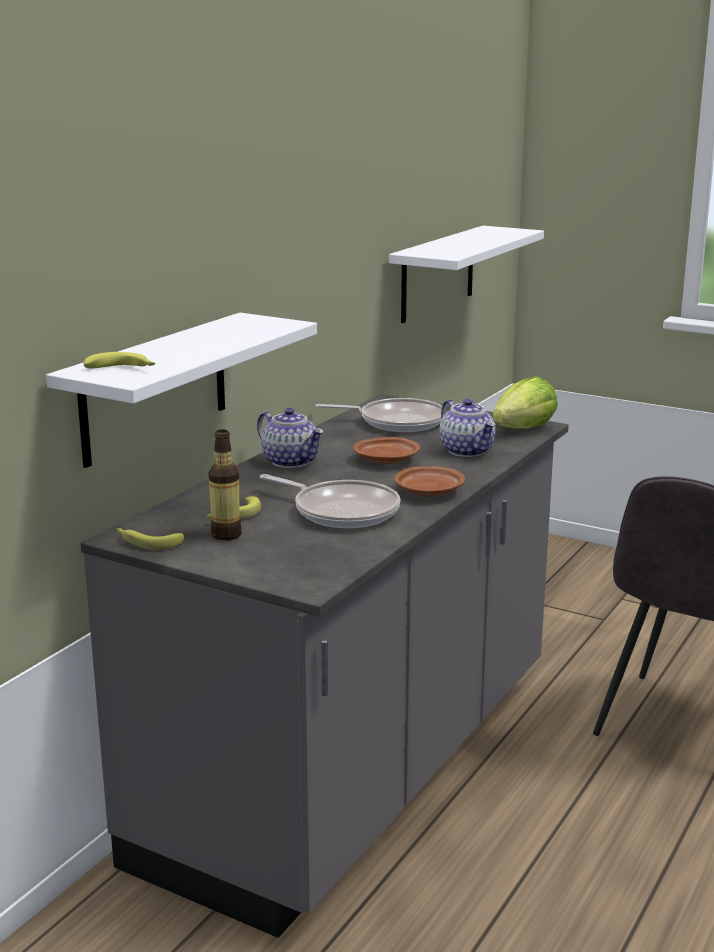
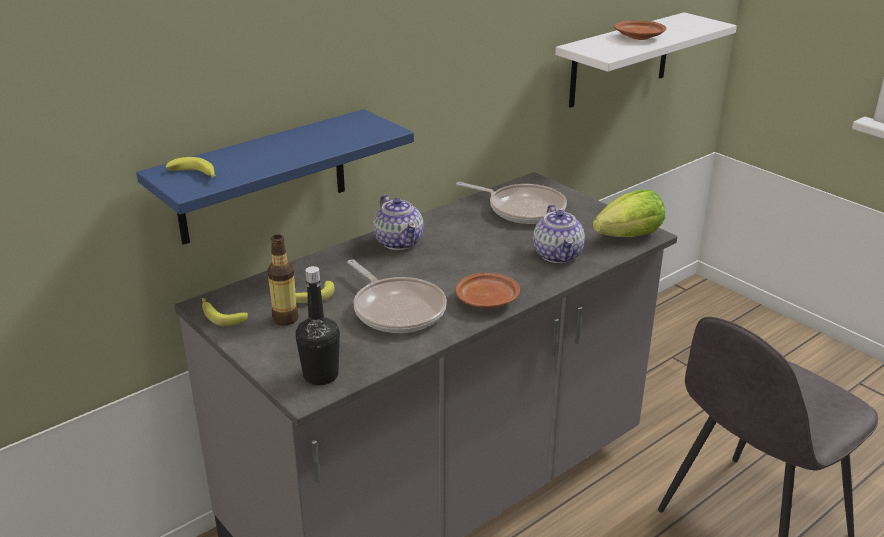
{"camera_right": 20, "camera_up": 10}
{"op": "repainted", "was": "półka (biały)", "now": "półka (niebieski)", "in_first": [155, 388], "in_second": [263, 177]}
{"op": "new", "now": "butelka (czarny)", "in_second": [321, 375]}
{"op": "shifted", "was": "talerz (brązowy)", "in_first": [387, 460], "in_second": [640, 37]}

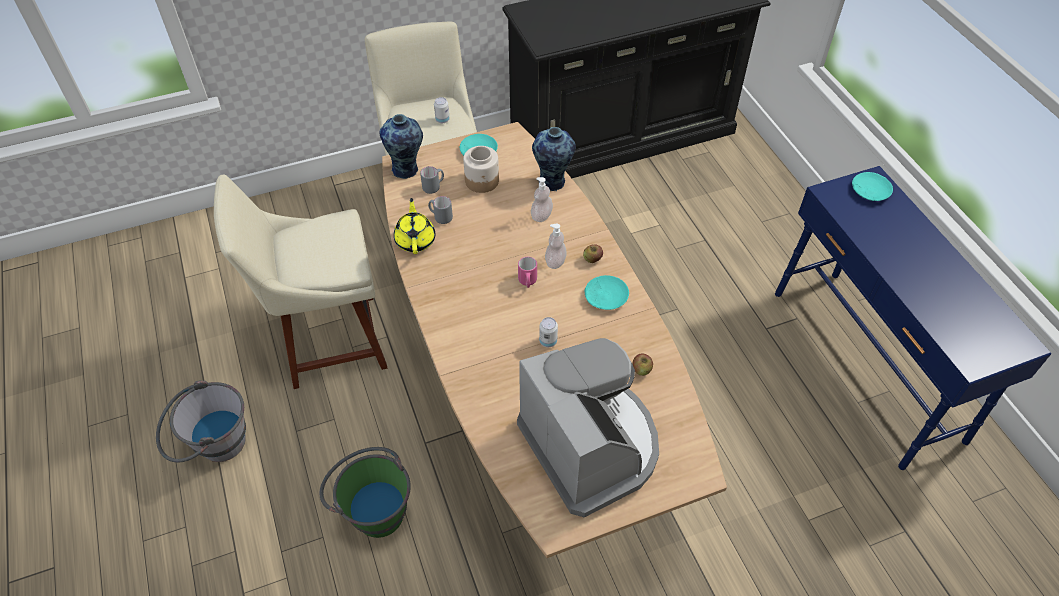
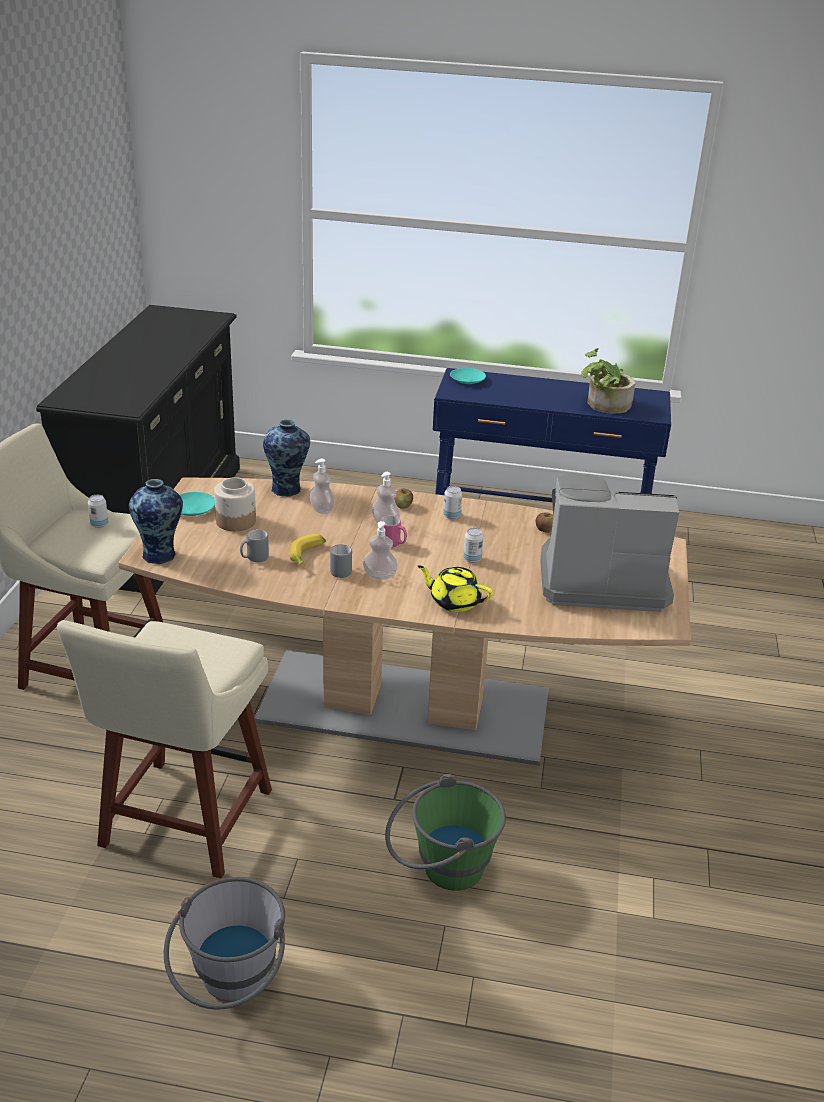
{"camera_right": -60, "camera_up": -20}
{"op": "new", "now": "banan", "in_second": [308, 556]}
{"op": "shifted", "was": "kubek (szary)", "in_first": [434, 187], "in_second": [340, 570]}
{"op": "new", "now": "dozownik mydła", "in_second": [380, 575]}
{"op": "shifted", "was": "imbryk (żółty)", "in_first": [415, 240], "in_second": [454, 602]}
{"op": "swapped", "was": "talerz (turkusowy)", "now": "puszka", "in_first": [605, 296], "in_second": [451, 516]}
{"op": "new", "now": "roślina doniczkowa", "in_second": [603, 405]}

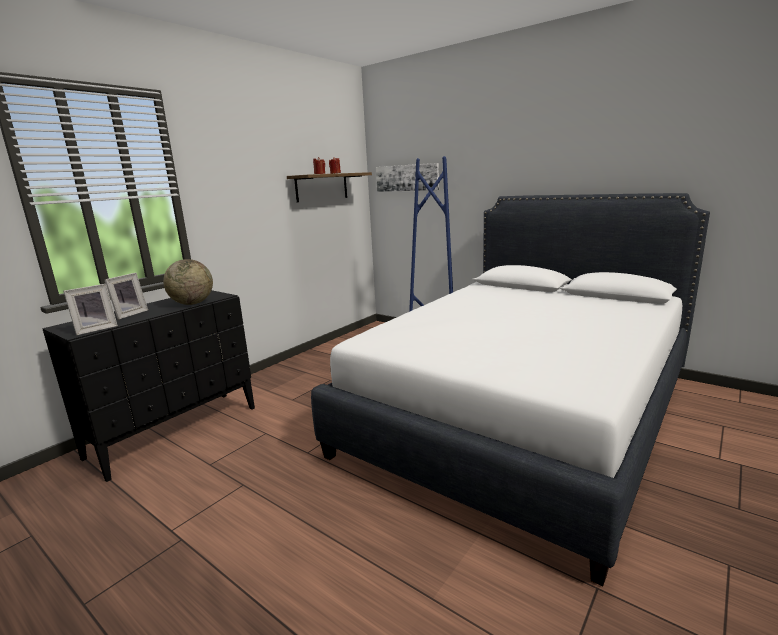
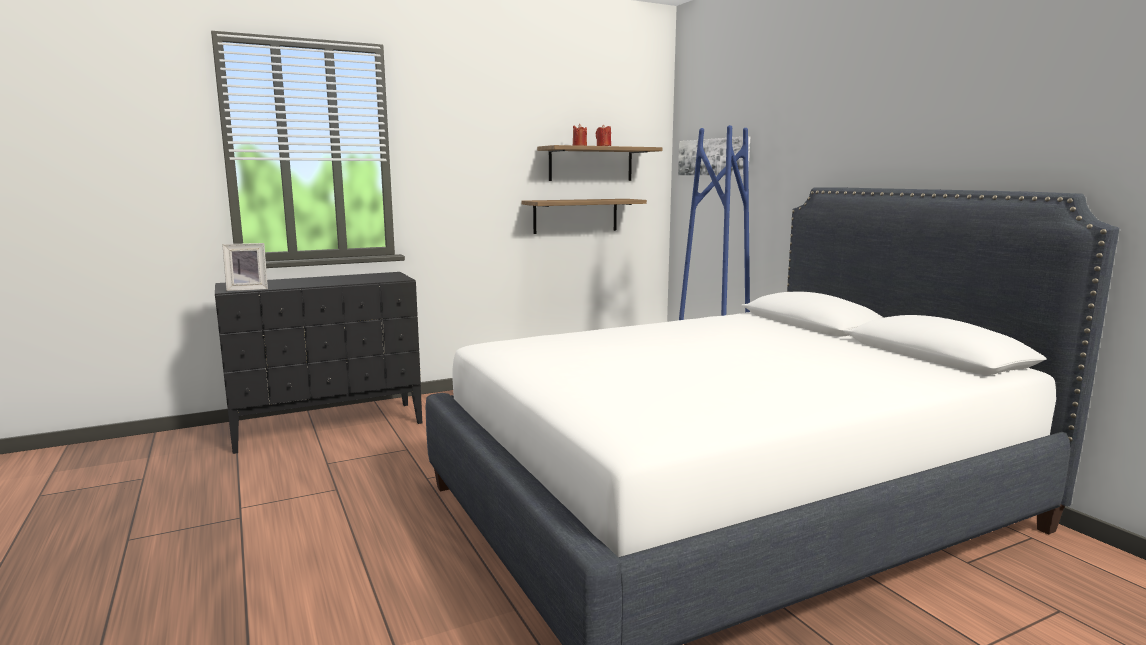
{"camera_right": 25, "camera_up": -5}
{"op": "new", "now": "półka", "in_second": [575, 215]}
{"op": "gone", "was": "ramka na zdjęcie", "in_first": [129, 314]}
{"op": "gone", "was": "globus", "in_first": [192, 303]}

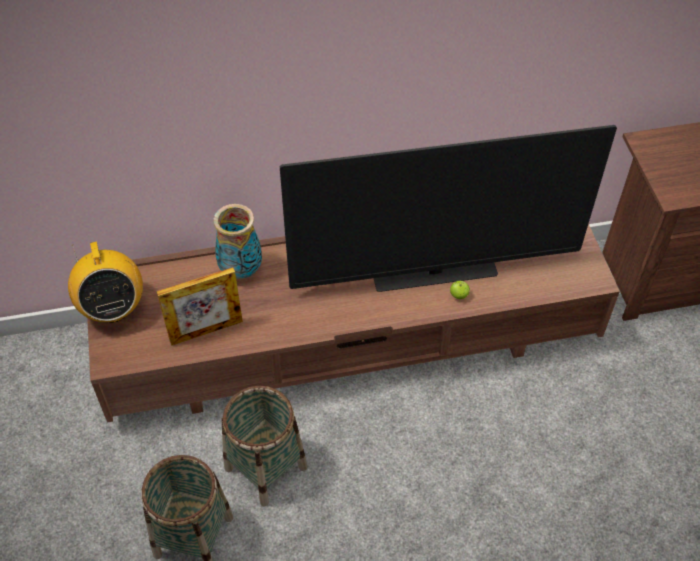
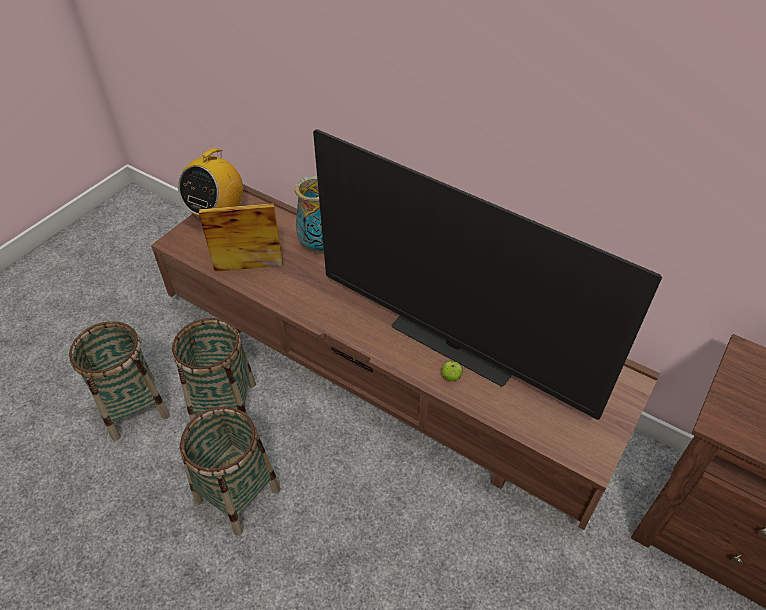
{"camera_right": 45, "camera_up": -5}
{"op": "new", "now": "koszyk", "in_second": [237, 495]}
{"op": "rotated", "was": "ramka na zdjęcie", "in_first": [206, 331], "in_second": [248, 266], "clockwise": 150}

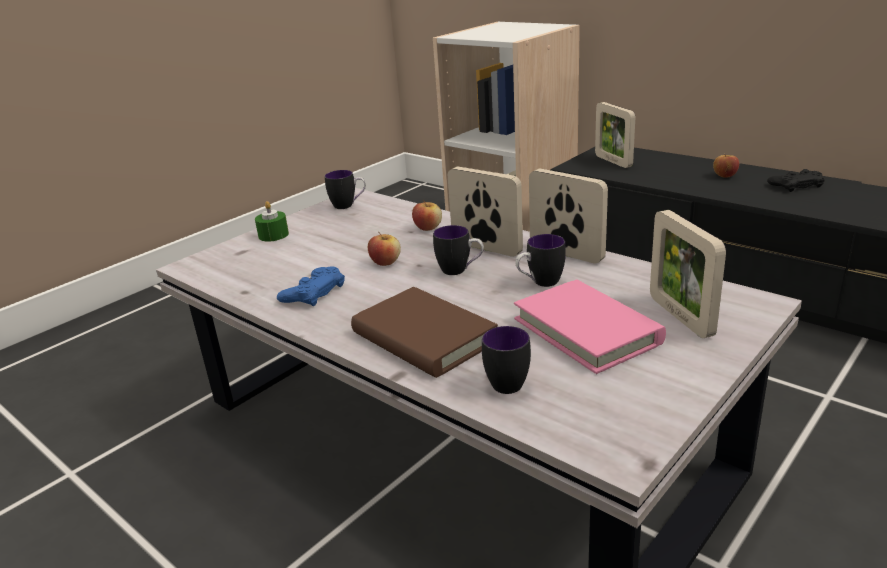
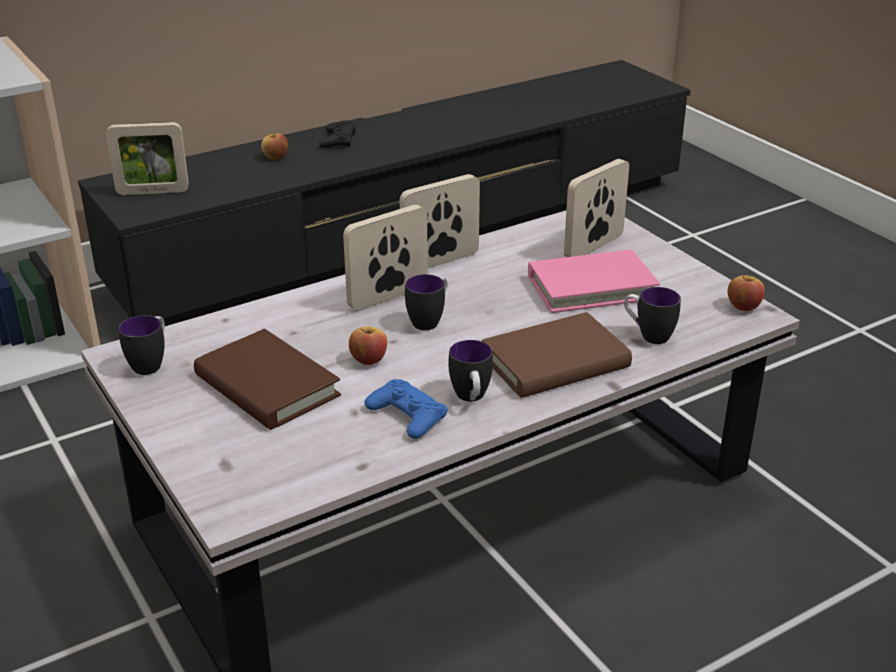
{"camera_right": -75, "camera_up": 5}
{"op": "new", "now": "książka (brązowy)", "in_second": [267, 386]}
{"op": "shifted", "was": "kubek", "in_first": [539, 283], "in_second": [471, 399]}
{"op": "rotated", "was": "ramka na zdjęcie", "in_first": [680, 316], "in_second": [593, 247], "clockwise": 135}
{"op": "shifted", "was": "jabłko", "in_first": [428, 228], "in_second": [743, 307]}
{"op": "gone", "was": "świeca (zielony)", "in_first": [273, 235]}

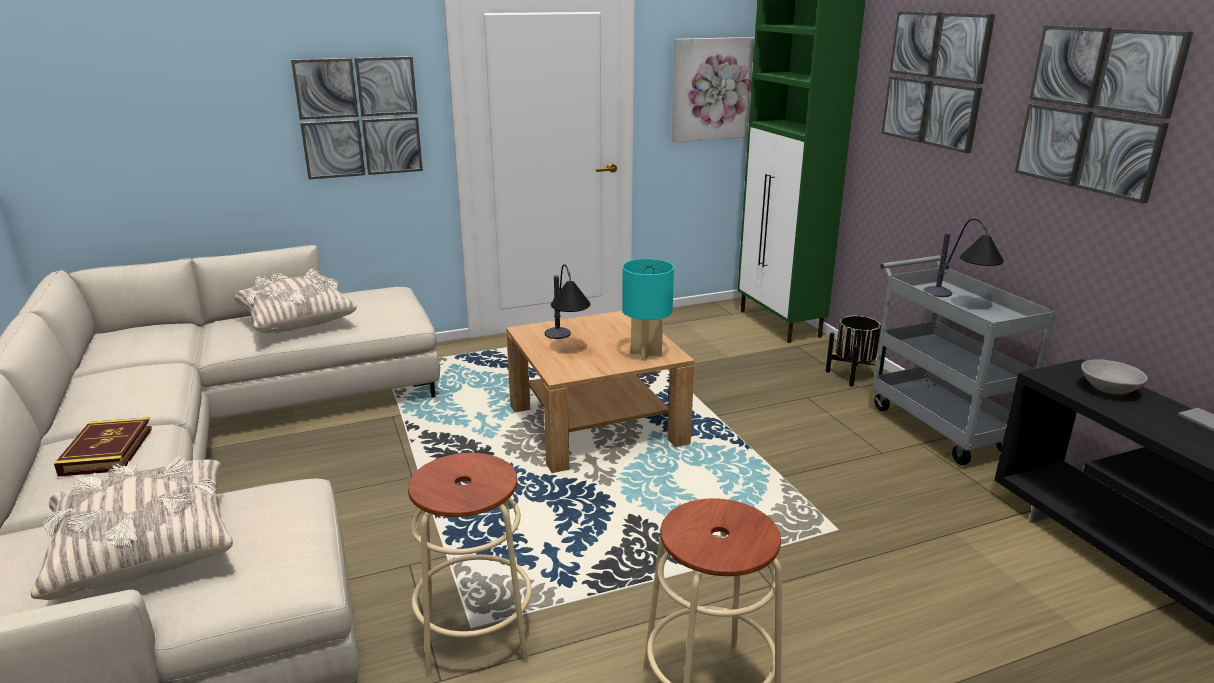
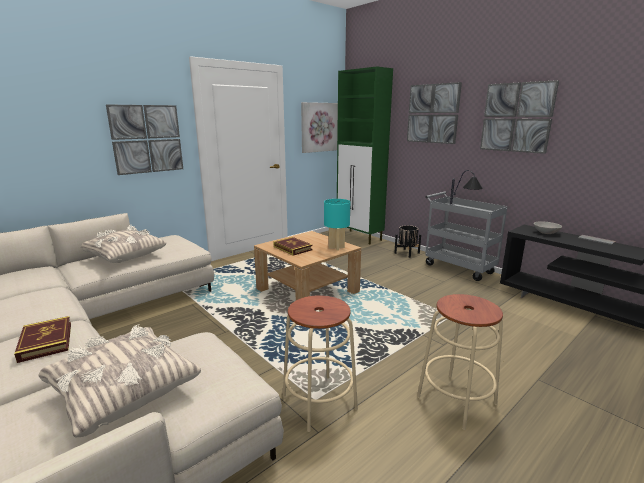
{"camera_right": -20, "camera_up": -5}
{"op": "swapped", "was": "lampa stołowa", "now": "książka", "in_first": [566, 344], "in_second": [292, 248]}

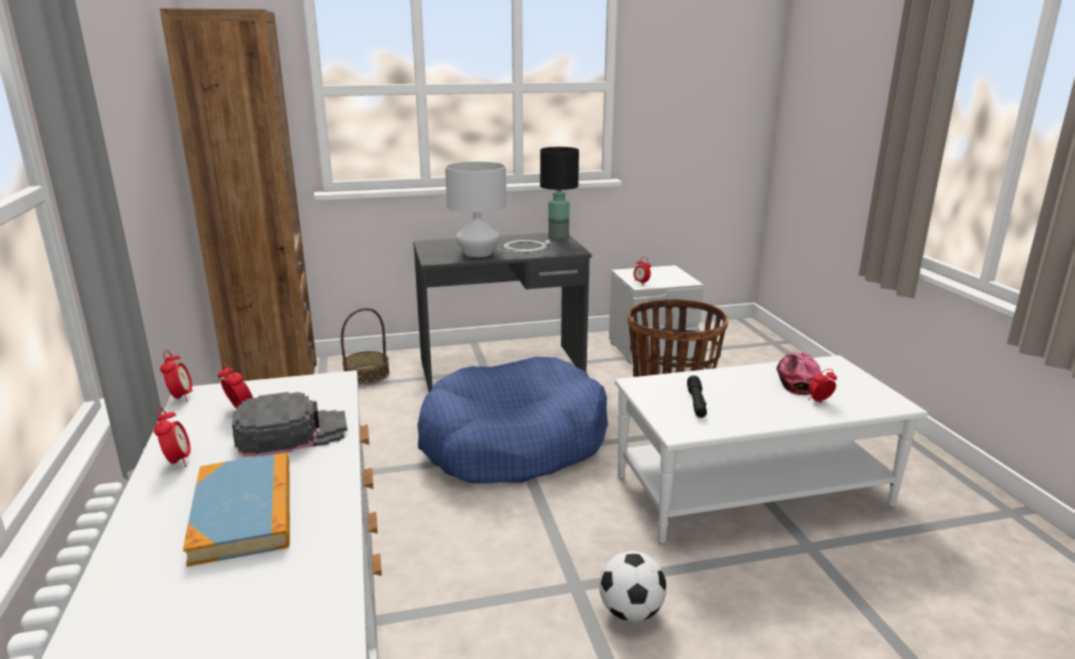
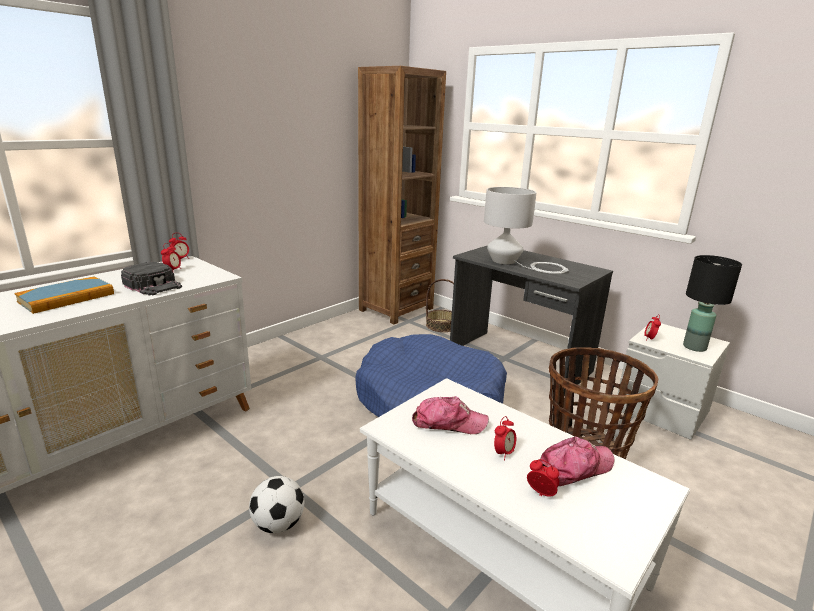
{"camera_right": 55, "camera_up": 0}
{"op": "swapped", "was": "latarka (czarny)", "now": "czapka z daszkiem", "in_first": [696, 402], "in_second": [448, 423]}
{"op": "shifted", "was": "budzik", "in_first": [177, 461], "in_second": [503, 453]}
{"op": "shifted", "was": "lampa stołowa (czarny)", "in_first": [558, 237], "in_second": [693, 347]}

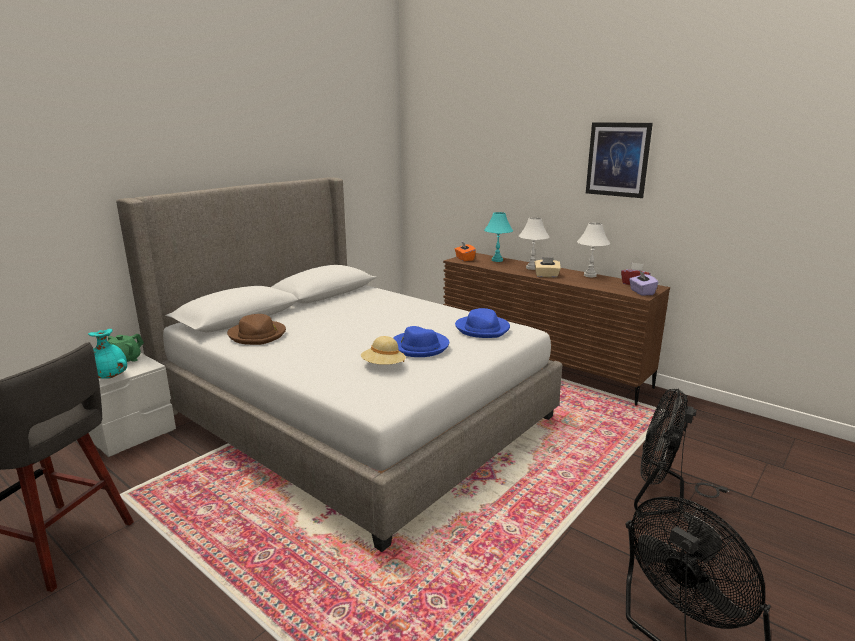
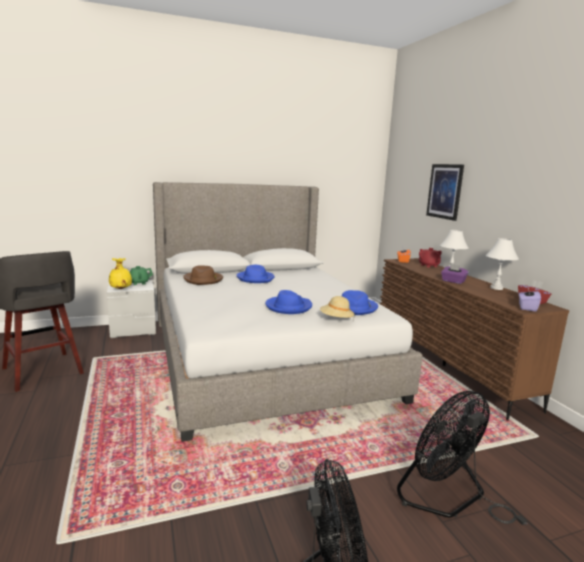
{"camera_right": 30, "camera_up": -5}
{"op": "repainted", "was": "wazon (turkusowy)", "now": "wazon (żółty)", "in_first": [110, 377], "in_second": [121, 289]}
{"op": "new", "now": "kapelusz (niebieski)", "in_second": [255, 278]}
{"op": "shifted", "was": "kapelusz (beżowy)", "in_first": [383, 366], "in_second": [336, 320]}
{"op": "swapped", "was": "lampa stołowa (turkusowy)", "now": "imbryk (czerwony)", "in_first": [497, 260], "in_second": [428, 265]}
{"op": "shifted", "was": "obraz", "in_first": [618, 159], "in_second": [445, 191]}
{"op": "repainted", "was": "pudełko chusteczek (beżowy)", "now": "pudełko chusteczek (fioletowy)", "in_first": [546, 276], "in_second": [453, 281]}

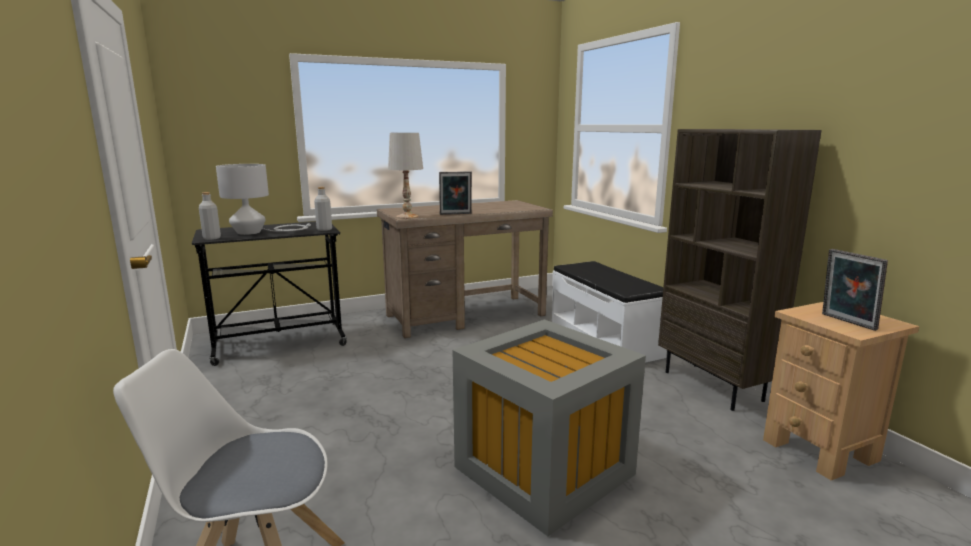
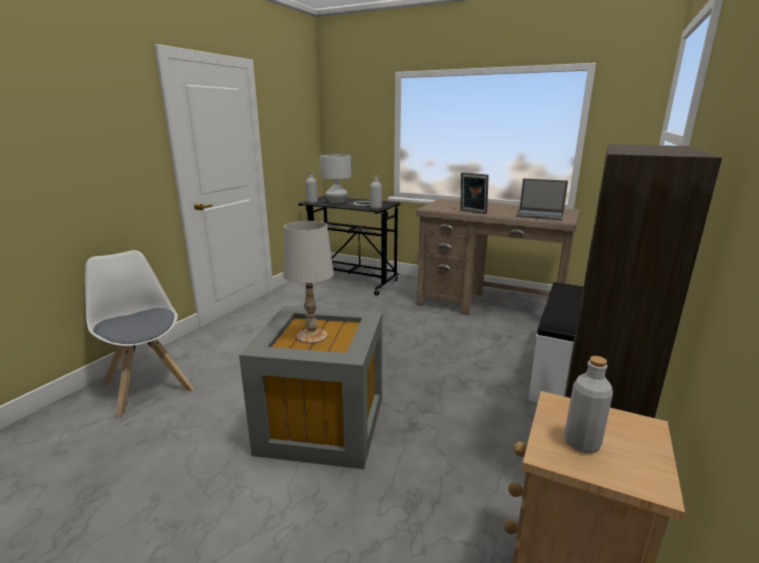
{"camera_right": 50, "camera_up": 5}
{"op": "shifted", "was": "lampa stołowa (biały)", "in_first": [407, 216], "in_second": [312, 336]}
{"op": "new", "now": "laptop", "in_second": [540, 215]}
{"op": "swapped", "was": "ramka na zdjęcie", "now": "butelka (szary)", "in_first": [846, 322], "in_second": [582, 443]}

